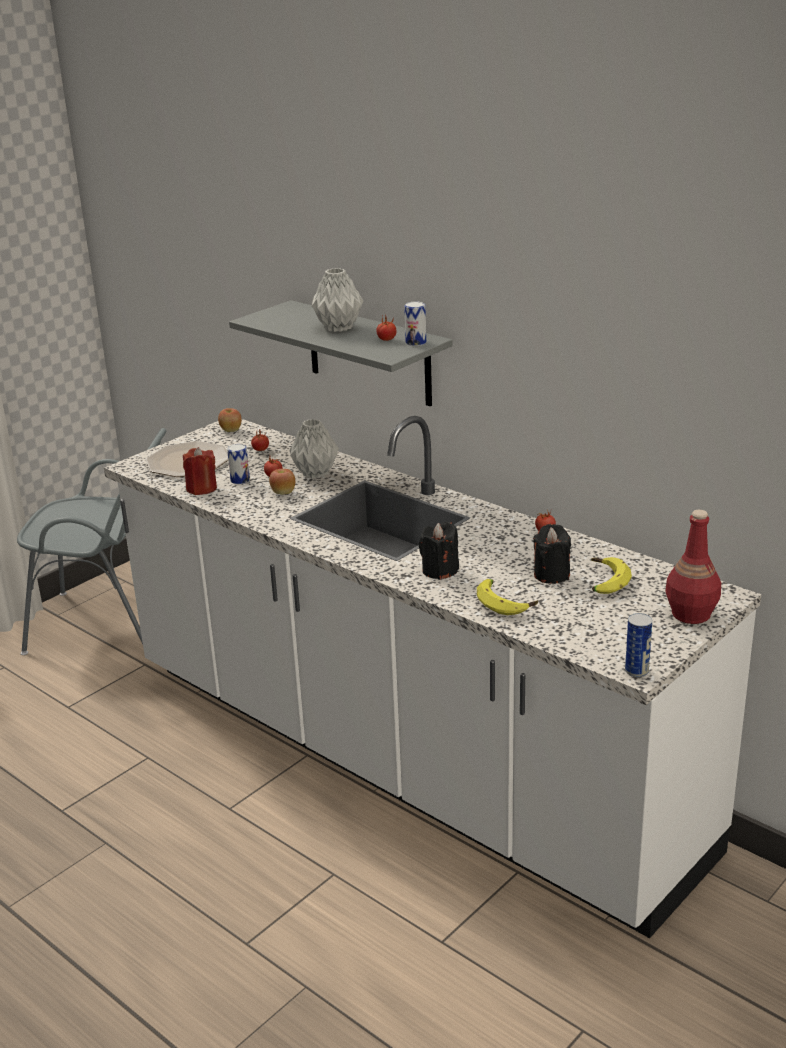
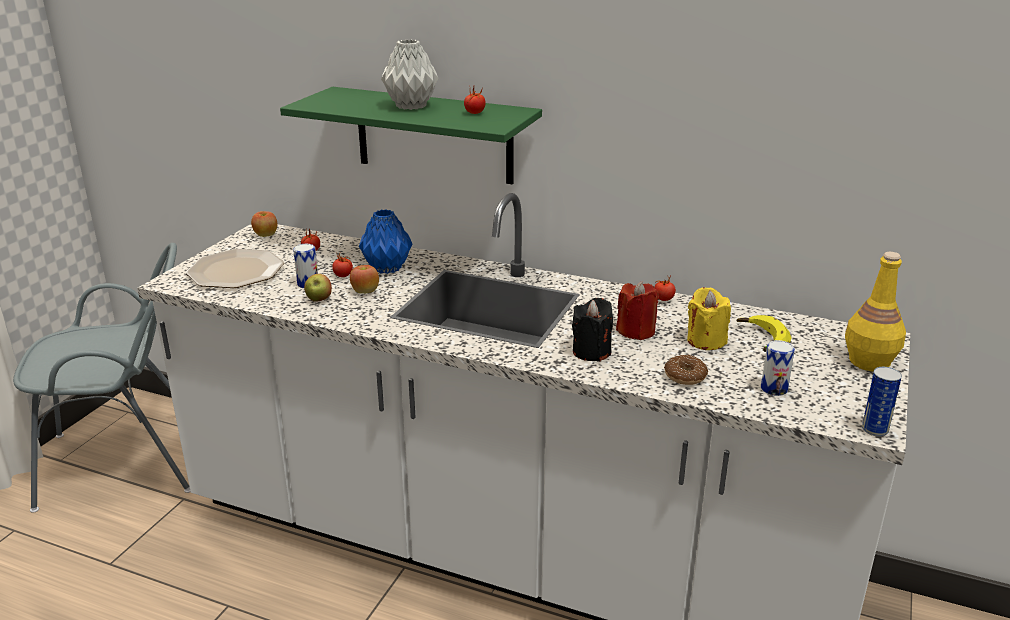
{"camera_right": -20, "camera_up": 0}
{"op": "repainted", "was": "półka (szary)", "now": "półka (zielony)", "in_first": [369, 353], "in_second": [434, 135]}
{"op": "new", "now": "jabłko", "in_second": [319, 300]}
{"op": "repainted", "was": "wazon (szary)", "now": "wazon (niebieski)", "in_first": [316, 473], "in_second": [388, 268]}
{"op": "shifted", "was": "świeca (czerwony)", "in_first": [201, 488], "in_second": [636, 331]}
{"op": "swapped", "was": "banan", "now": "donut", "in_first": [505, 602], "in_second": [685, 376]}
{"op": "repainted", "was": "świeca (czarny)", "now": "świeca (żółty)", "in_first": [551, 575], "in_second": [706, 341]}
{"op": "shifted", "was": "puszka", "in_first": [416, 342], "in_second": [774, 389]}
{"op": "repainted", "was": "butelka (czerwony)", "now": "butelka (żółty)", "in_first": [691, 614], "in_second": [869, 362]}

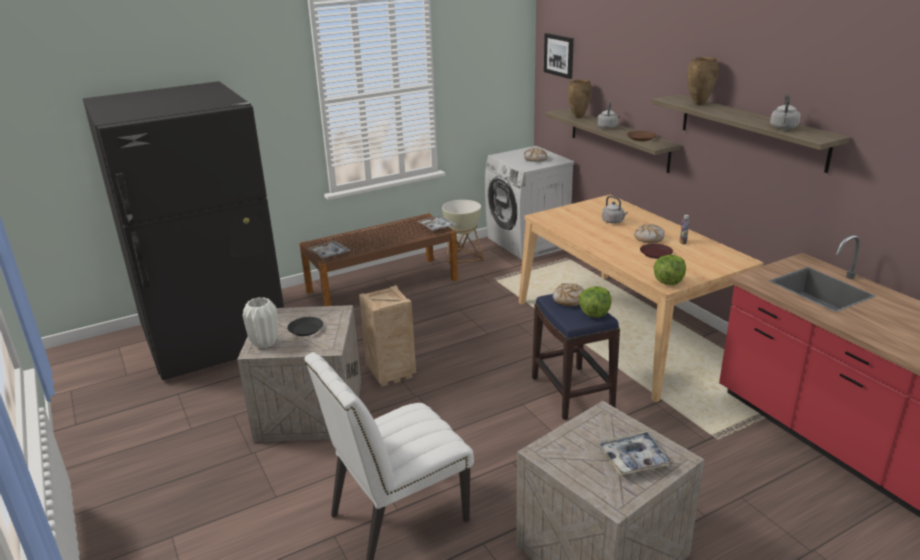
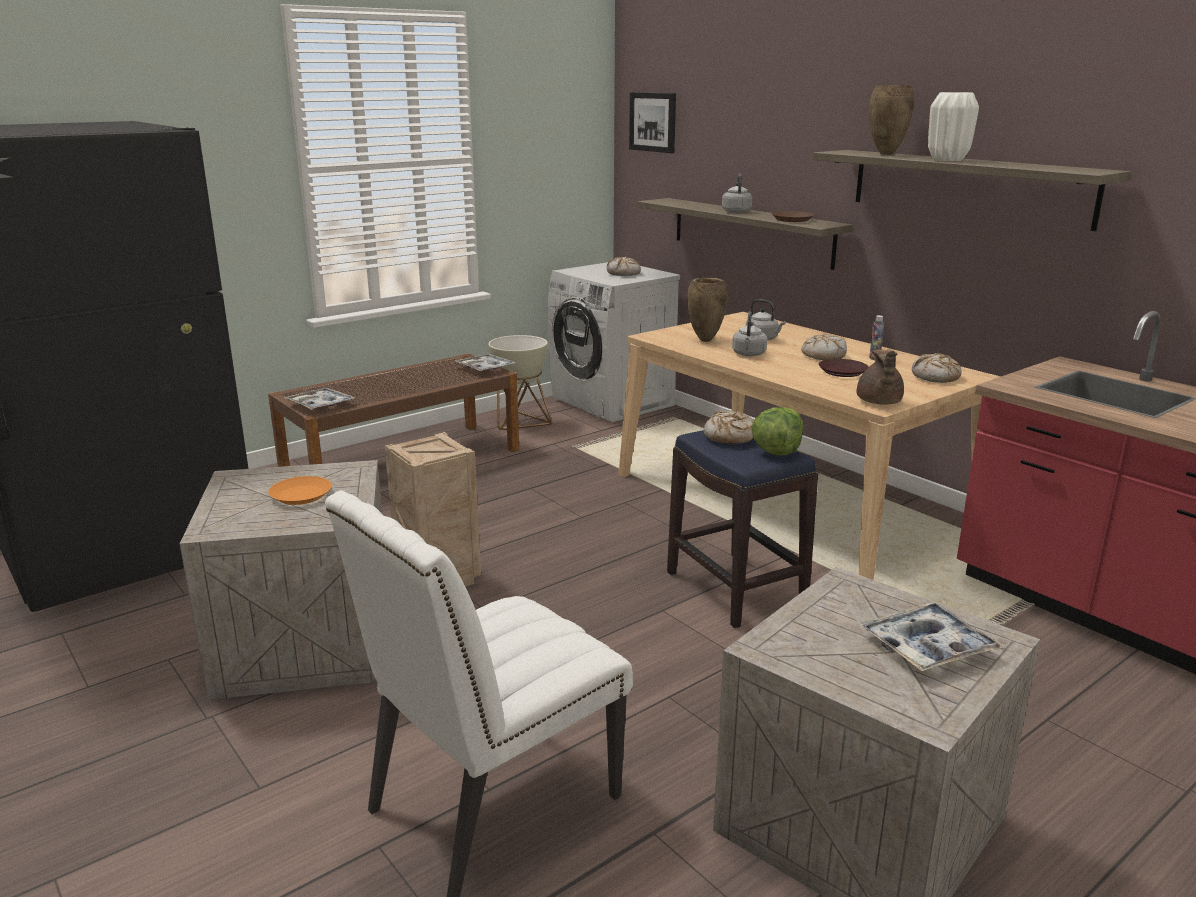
{"camera_right": -10, "camera_up": -5}
{"op": "repainted", "was": "talerz (czarny)", "now": "talerz (pomarańczowy)", "in_first": [305, 329], "in_second": [300, 495]}
{"op": "shifted", "was": "wazon (brązowy)", "in_first": [578, 117], "in_second": [704, 340]}
{"op": "shifted", "was": "czajnik (szary)", "in_first": [783, 128], "in_second": [748, 354]}
{"op": "swapped", "was": "sałata", "now": "imbryk (brązowy)", "in_first": [668, 282], "in_second": [878, 402]}
{"op": "new", "now": "chleb", "in_second": [935, 377]}
{"op": "shifted", "was": "wazon (biały)", "in_first": [264, 343], "in_second": [947, 160]}

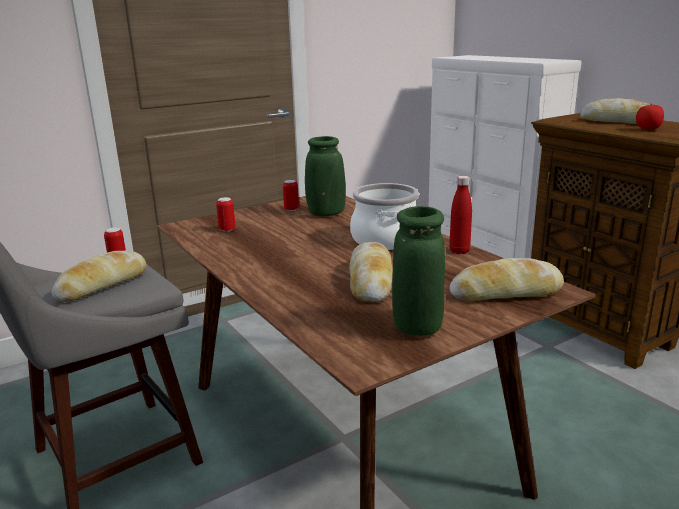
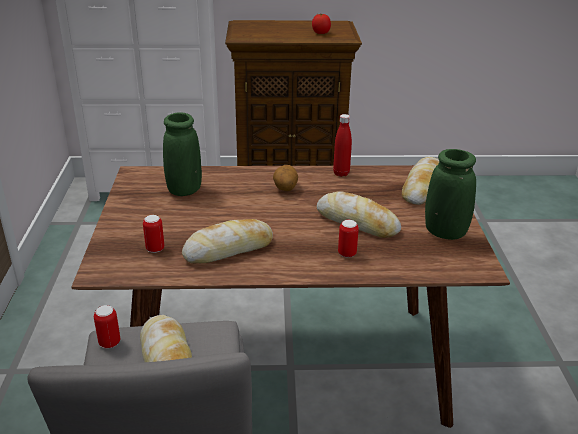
{"camera_right": -60, "camera_up": 10}
{"op": "shifted", "was": "chleb", "in_first": [619, 122], "in_second": [228, 249]}
{"op": "swapped", "was": "garnek", "now": "ziemniak", "in_first": [386, 240], "in_second": [285, 189]}
{"op": "shifted", "was": "puszka", "in_first": [291, 209], "in_second": [347, 254]}

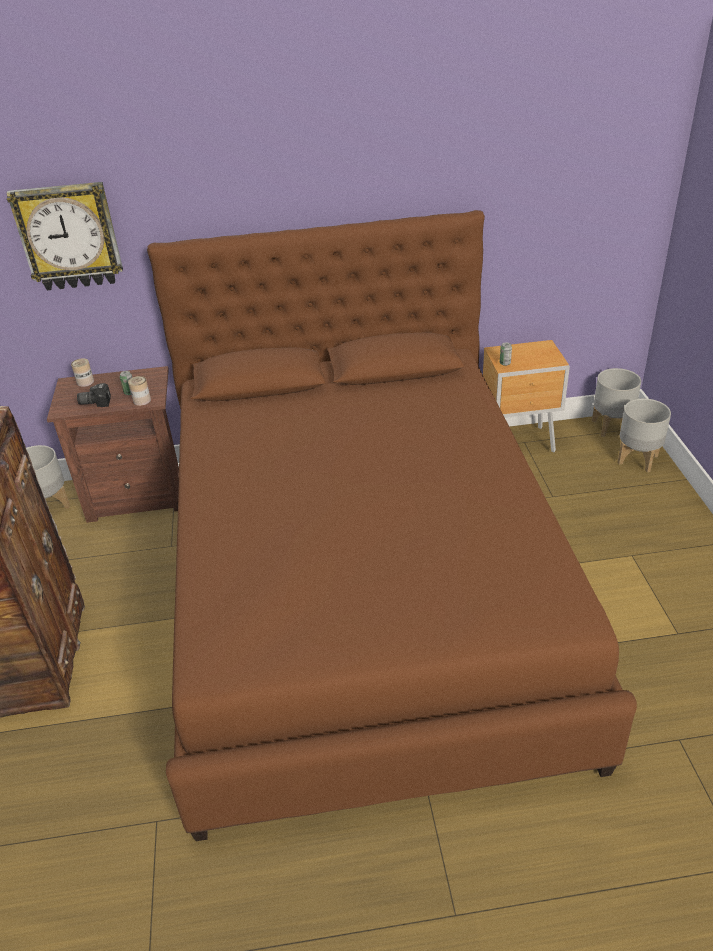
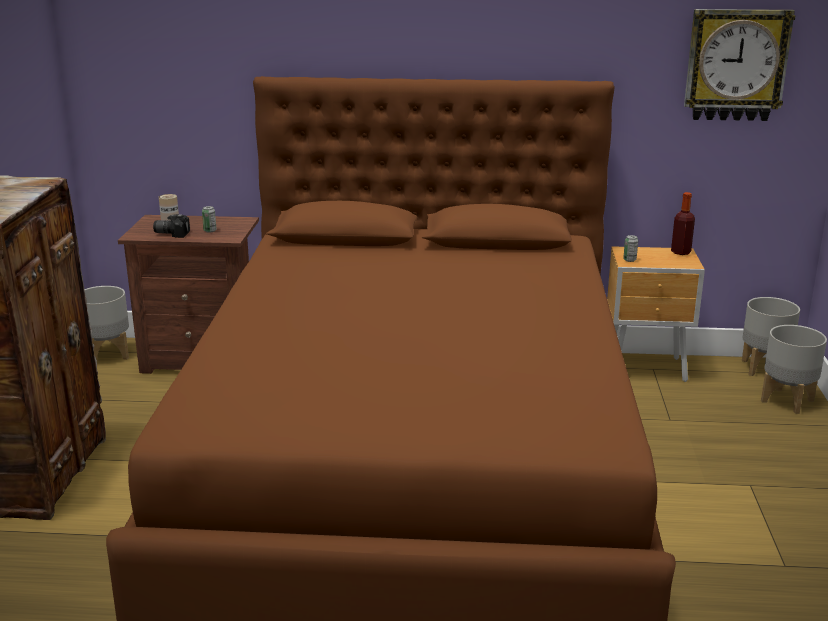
{"camera_right": 10, "camera_up": -15}
{"op": "new", "now": "butelka", "in_second": [680, 252]}
{"op": "shifted", "was": "zegar ścienny", "in_first": [69, 236], "in_second": [736, 65]}
{"op": "gone", "was": "puszka", "in_first": [142, 400]}

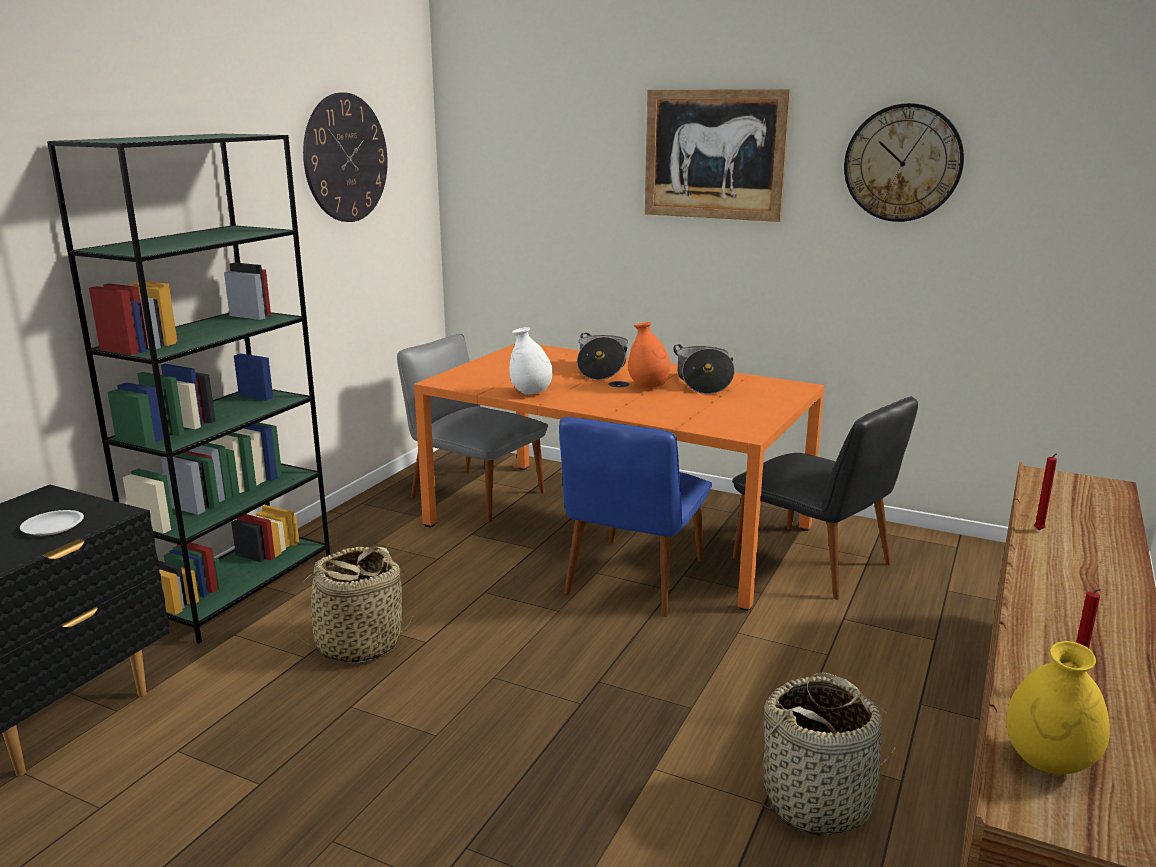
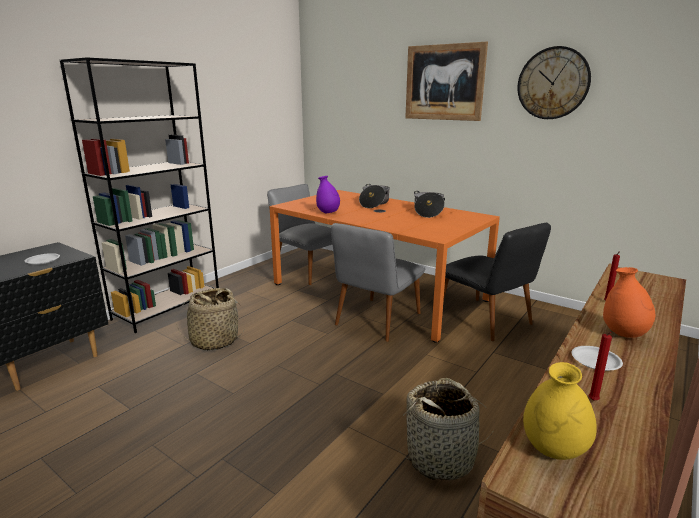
{"camera_right": 10, "camera_up": 0}
{"op": "repainted", "was": "regał (zielony)", "now": "regał (beżowy)", "in_first": [239, 588], "in_second": [168, 308]}
{"op": "repainted", "was": "wazon (biały)", "now": "wazon (fioletowy)", "in_first": [531, 393], "in_second": [328, 213]}
{"op": "repainted", "was": "krzesło (niebieski)", "now": "krzesło (szary)", "in_first": [635, 576], "in_second": [378, 319]}
{"op": "new", "now": "talerz (biały)", "in_second": [596, 361]}
{"op": "shifted", "was": "wazon (pomarańczowy)", "in_first": [648, 387], "in_second": [623, 334]}
{"op": "gone", "was": "zegar ścienny", "in_first": [346, 158]}

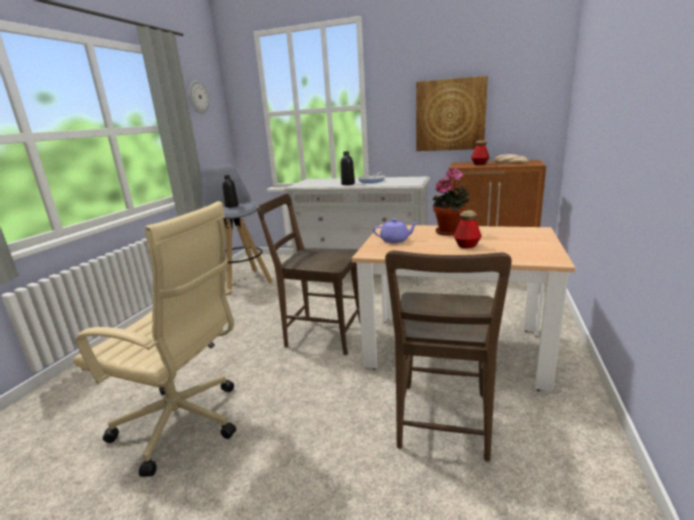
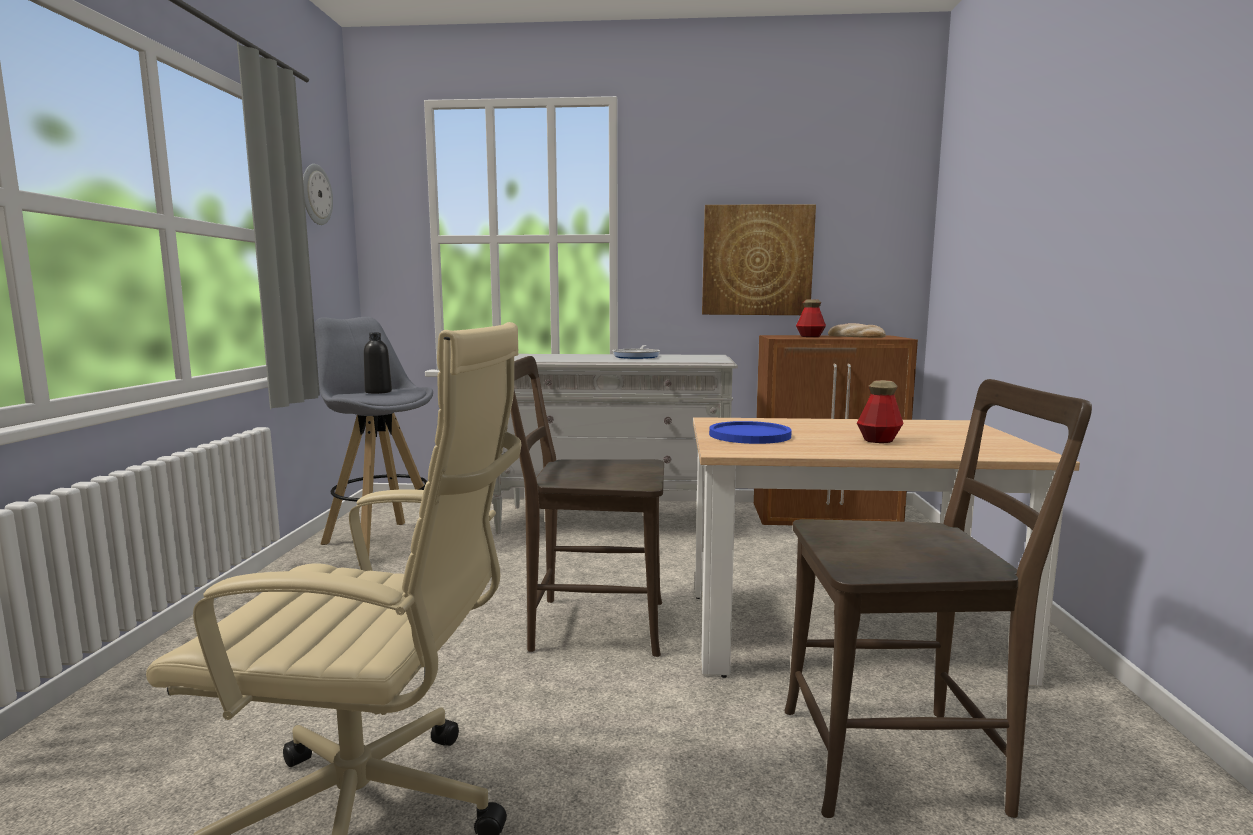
{"camera_right": -15, "camera_up": -10}
{"op": "swapped", "was": "imbryk (fioletowy)", "now": "talerz (niebieski)", "in_first": [395, 240], "in_second": [749, 435]}
{"op": "rotated", "was": "krzesło (brązowy)", "in_first": [442, 424], "in_second": [903, 759], "clockwise": -90}
{"op": "gone", "was": "butelka (czarny)", "in_first": [348, 184]}
{"op": "gone", "was": "roślina doniczkowa", "in_first": [450, 232]}

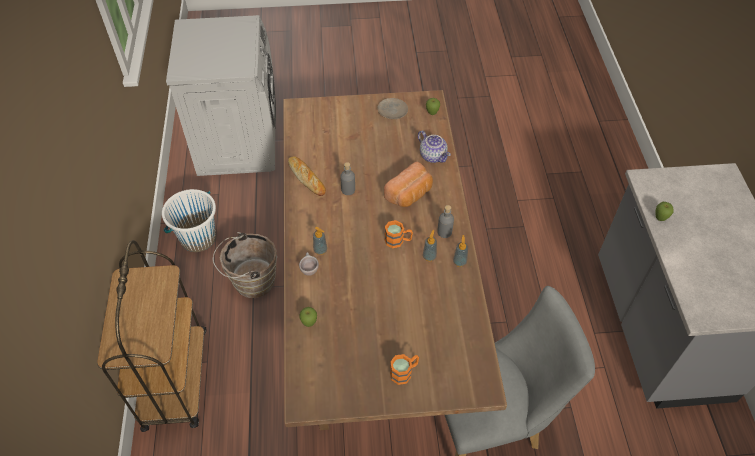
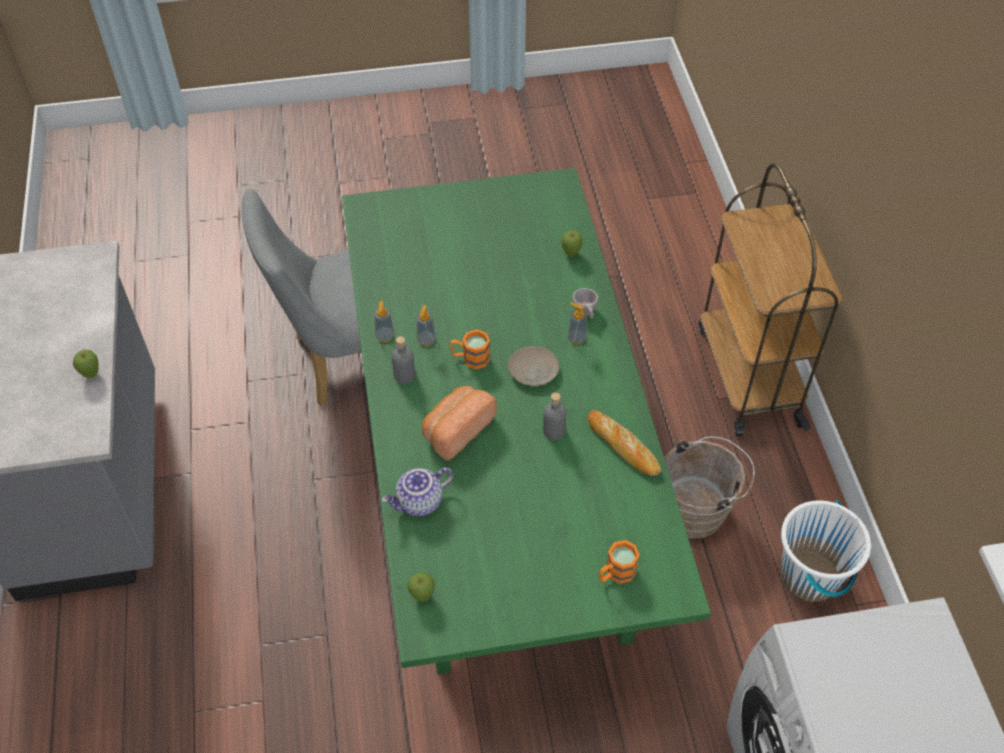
{"camera_right": 175, "camera_up": 0}
{"op": "repainted", "was": "stół jadalny (brązowy)", "now": "stół jadalny (zielony)", "in_first": [376, 303], "in_second": [503, 491]}
{"op": "rotated", "was": "imbryk", "in_first": [433, 156], "in_second": [420, 503], "clockwise": -75}
{"op": "shifted", "was": "talerz (beżowy)", "in_first": [392, 111], "in_second": [533, 370]}
{"op": "shifted", "was": "kubek (pomarańczowy)", "in_first": [404, 372], "in_second": [615, 573]}

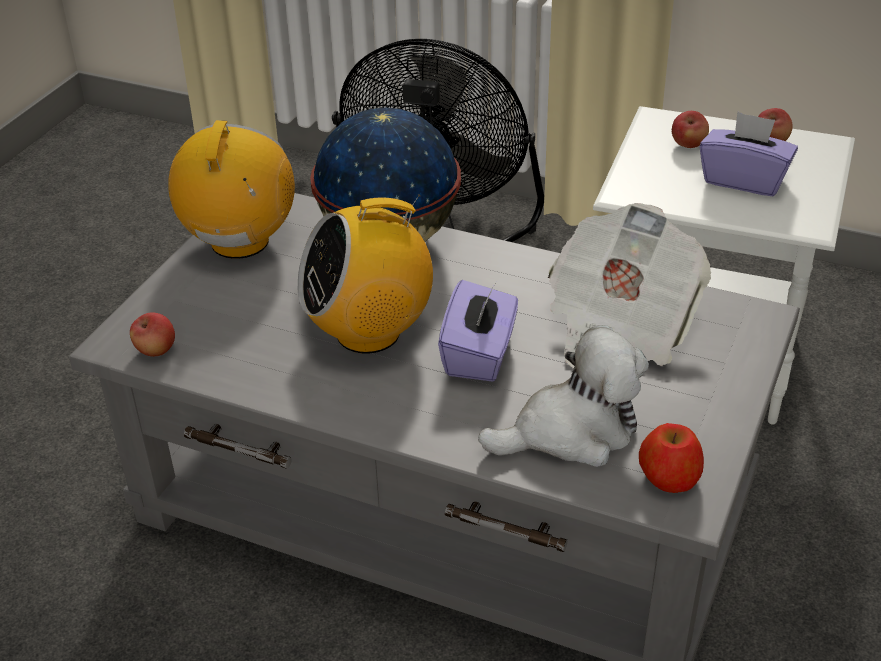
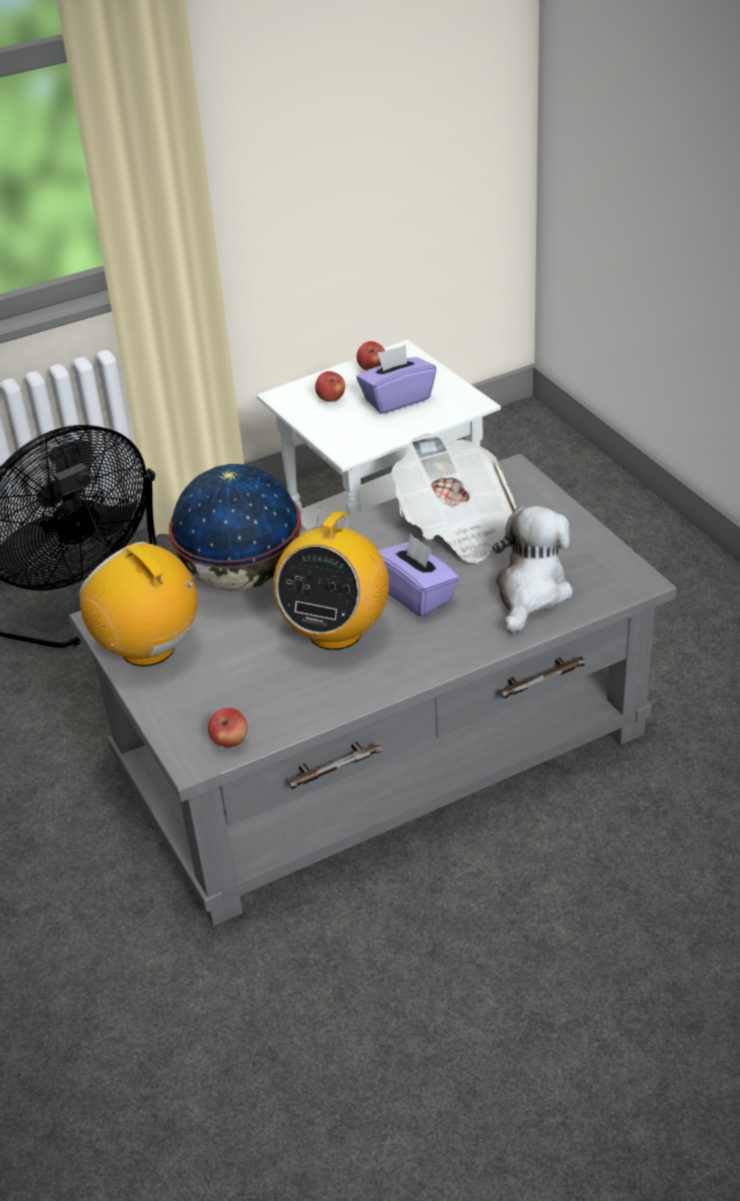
{"camera_right": -50, "camera_up": 0}
{"op": "gone", "was": "jabłko", "in_first": [669, 477]}

